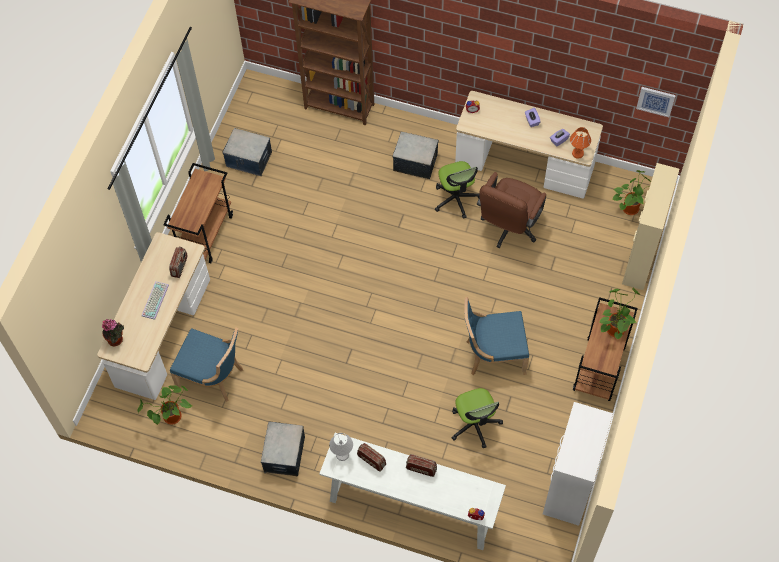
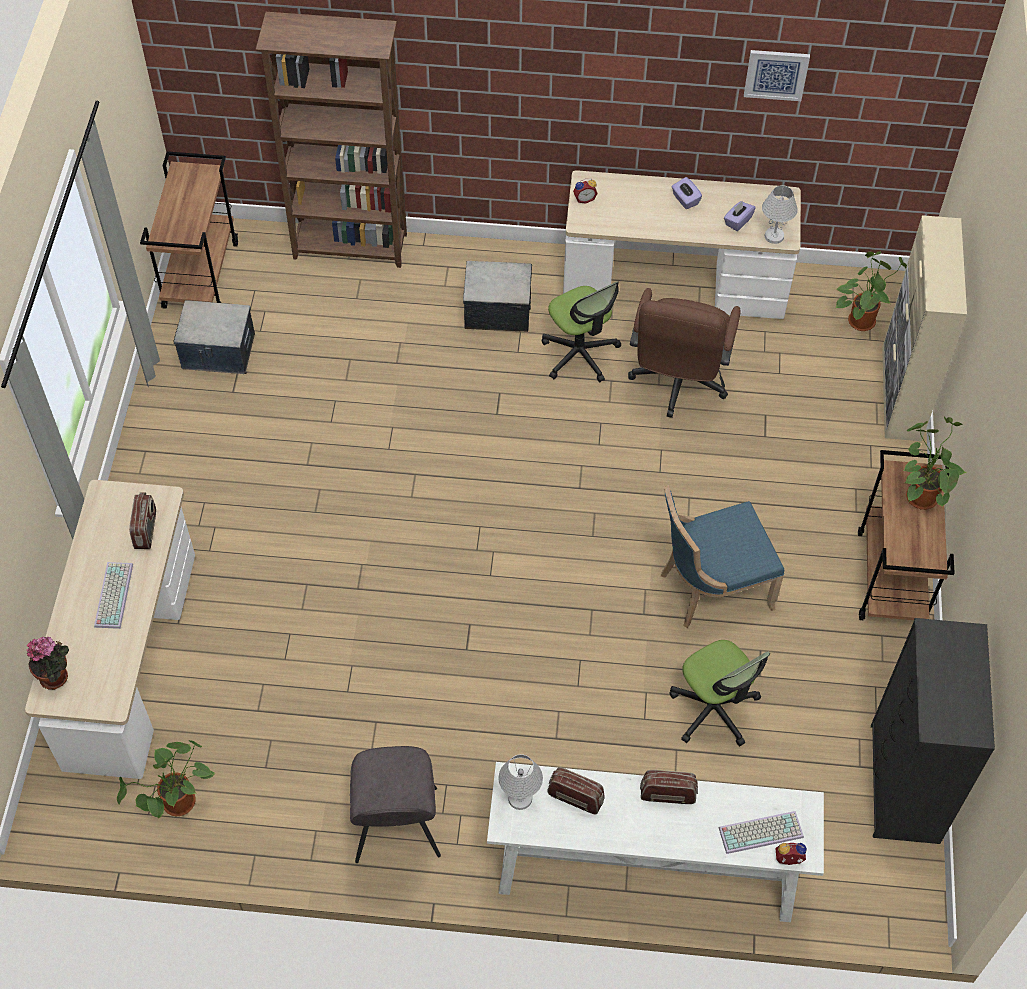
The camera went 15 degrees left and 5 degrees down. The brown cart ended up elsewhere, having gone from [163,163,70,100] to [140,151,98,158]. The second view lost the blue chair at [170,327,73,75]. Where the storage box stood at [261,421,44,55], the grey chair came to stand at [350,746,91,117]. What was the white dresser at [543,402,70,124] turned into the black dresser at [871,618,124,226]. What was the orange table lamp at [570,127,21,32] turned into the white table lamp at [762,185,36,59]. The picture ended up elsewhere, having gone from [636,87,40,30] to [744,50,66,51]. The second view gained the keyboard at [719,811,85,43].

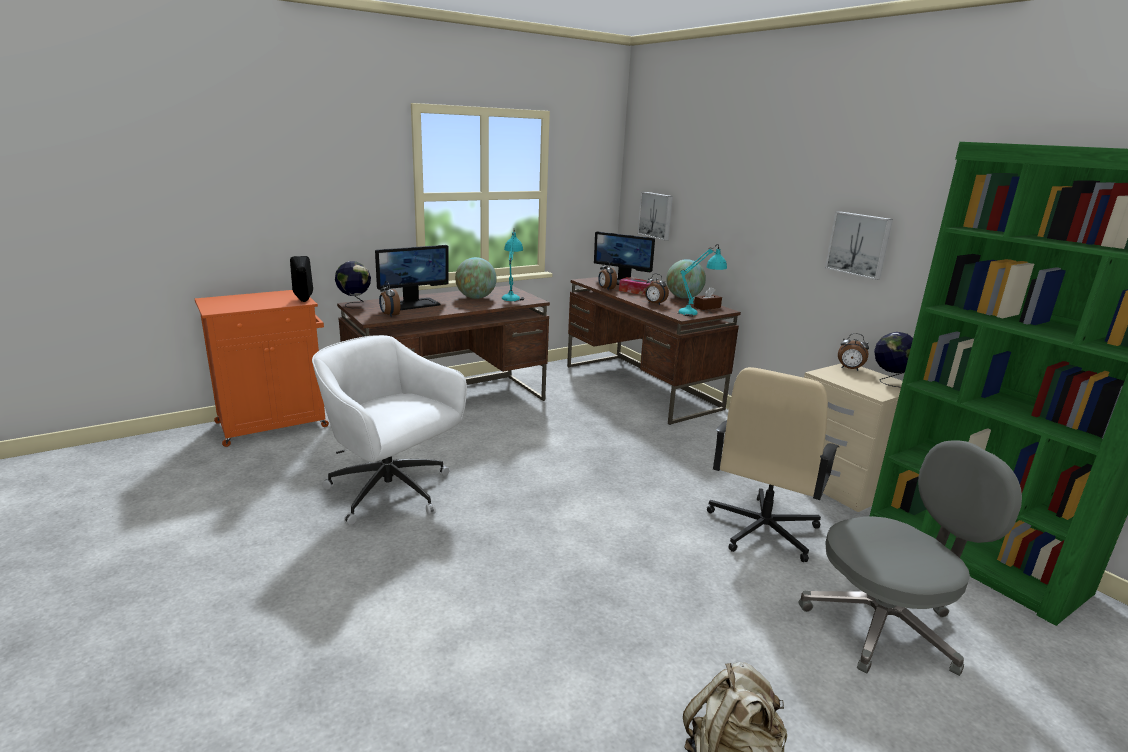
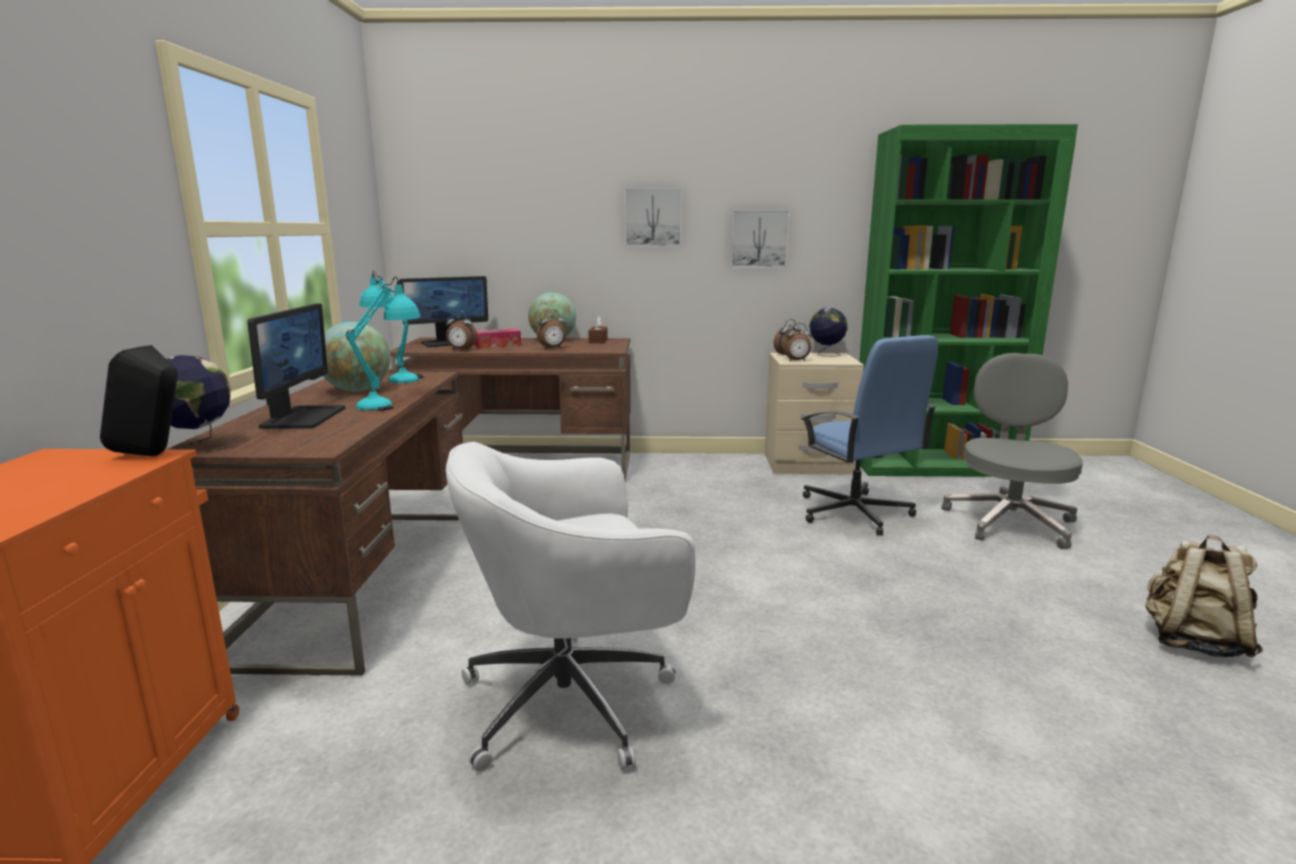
The camera went 55 degrees left and 5 degrees down. The alarm clock ended up elsewhere, having gone from [379,281,21,36] to [783,323,29,38]. The picture ended up elsewhere, having gone from [637,192,36,48] to [625,188,57,59]. The turquoise table lamp ended up elsewhere, having gone from [678,244,49,73] to [345,277,76,134]. What was the beige office chair at [707,367,132,195] turned into the blue office chair at [801,335,137,201].

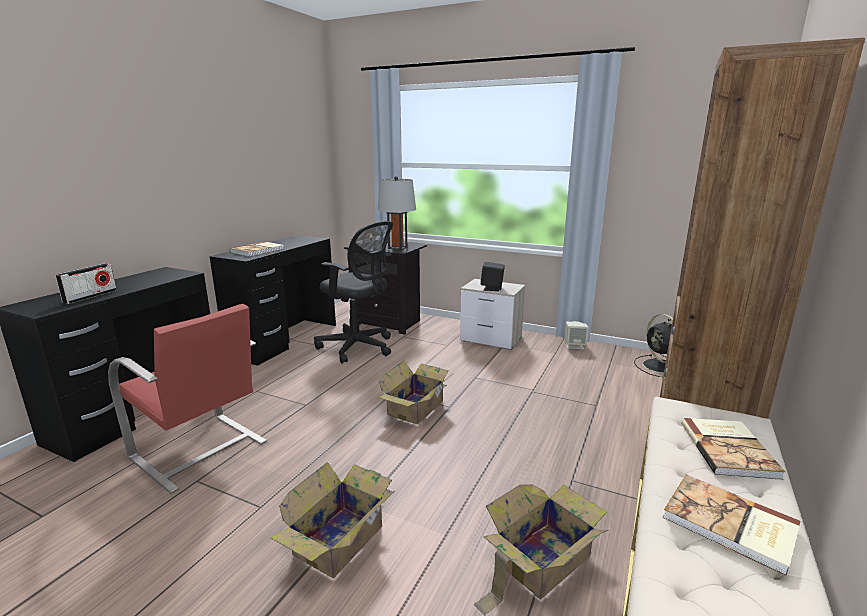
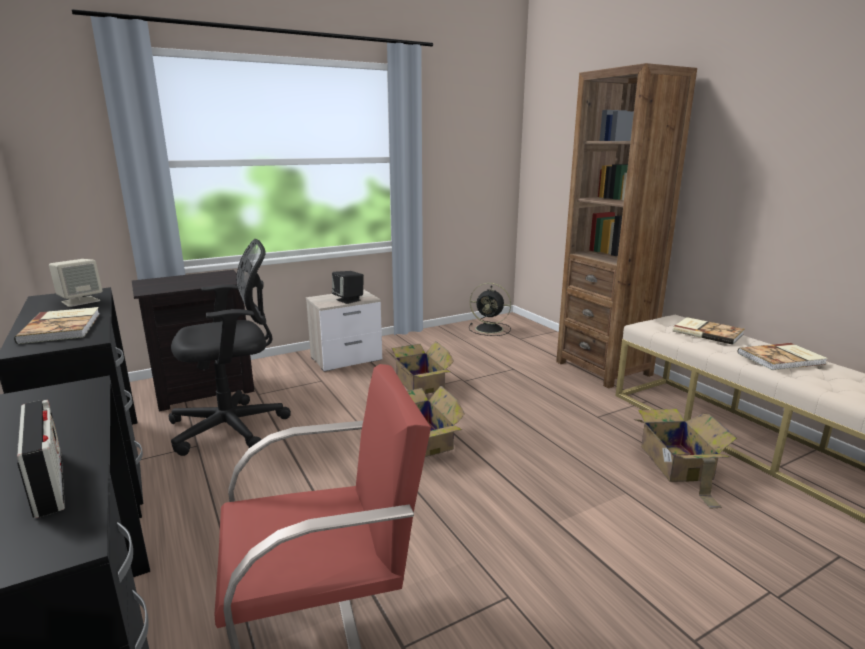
The camera went 55 degrees left and 0 degrees up. The cardboard box ended up elsewhere, having gone from [271,462,123,116] to [388,341,66,53]. The second view lost the grey table lamp at [378,176,38,74]. The beige speaker ended up elsewhere, having gone from [565,321,23,28] to [49,259,54,48].

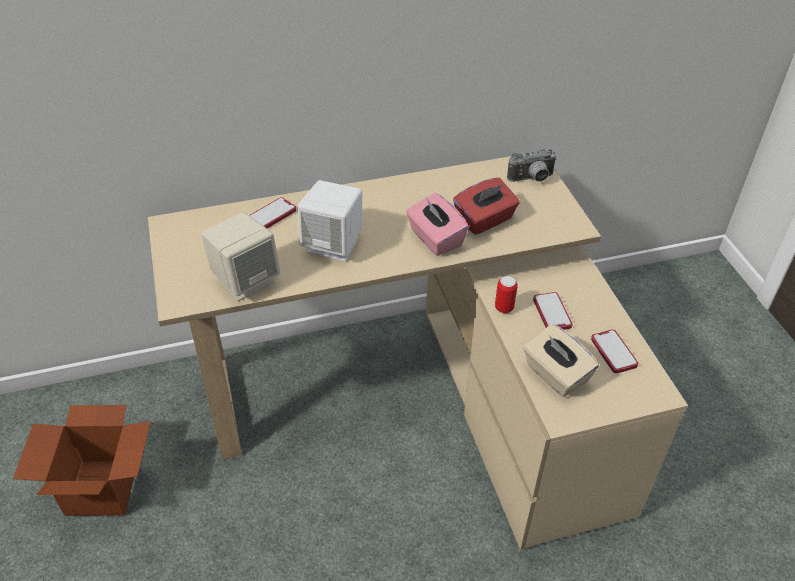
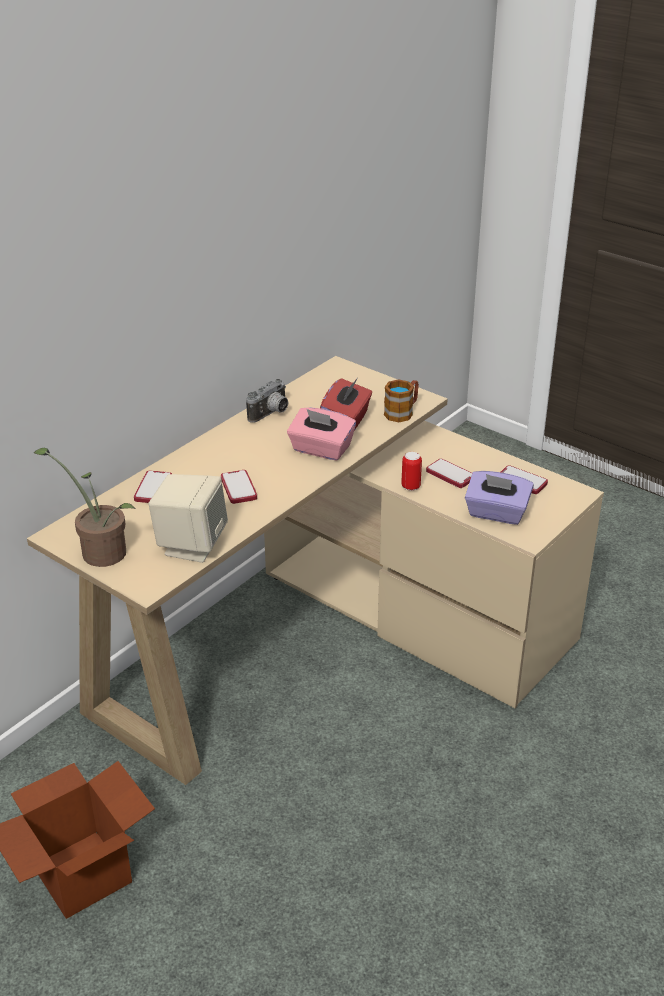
The camera went 35 degrees left and 10 degrees down. Where the white speaker stood at [297,180,65,82], the phone came to stand at [221,470,36,34]. The photo camera ended up elsewhere, having gone from [507,149,50,33] to [246,379,42,44]. What was the beige tissue box at [523,324,76,73] turned into the purple tissue box at [465,471,69,54]. The second view gained the potted plant at [34,448,102,119]. The second view gained the mug at [384,379,35,43].

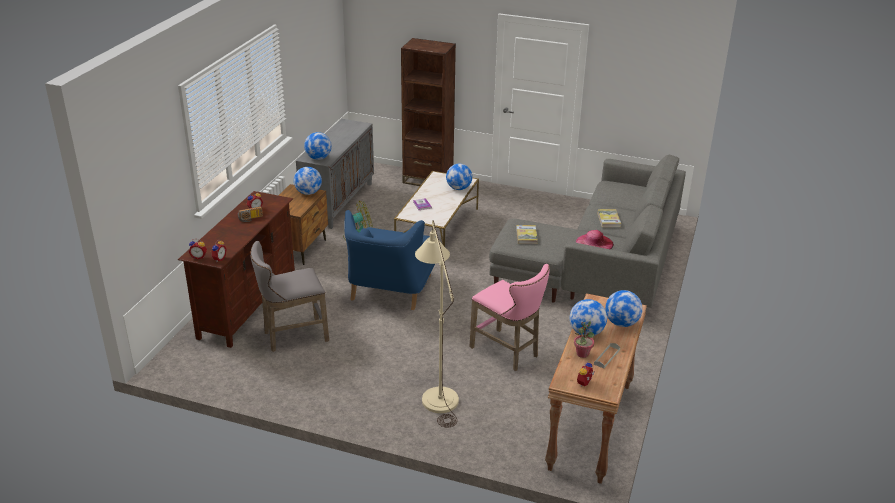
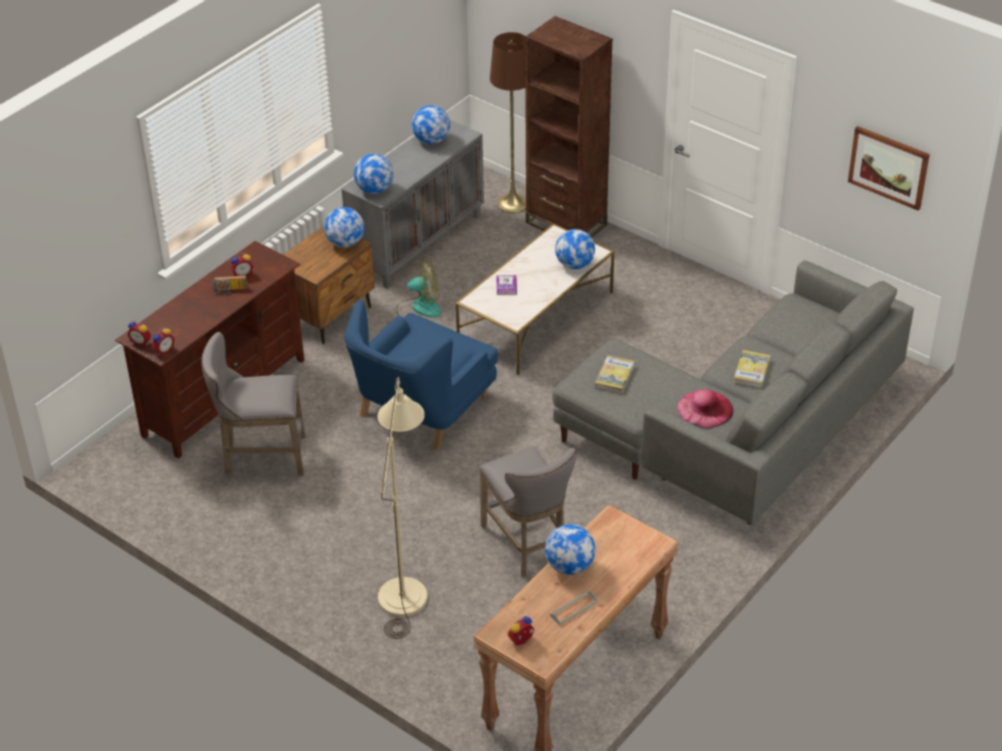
The camera went 20 degrees right and 10 degrees up. What was the pink stool at [470,264,80,107] turned into the grey stool at [479,447,98,130]. The second view lost the potted plant at [574,321,20,37]. The globe ended up elsewhere, having gone from [605,290,38,37] to [412,105,38,39]. The second view gained the brown floor lamp at [490,32,36,182]. The second view gained the picture at [848,126,82,84].

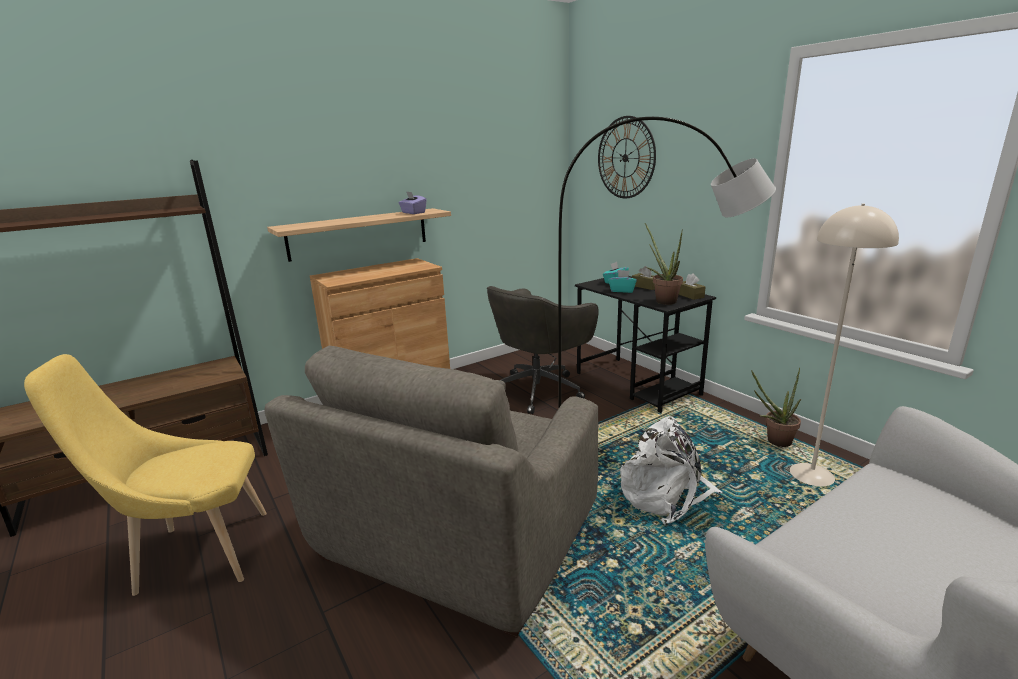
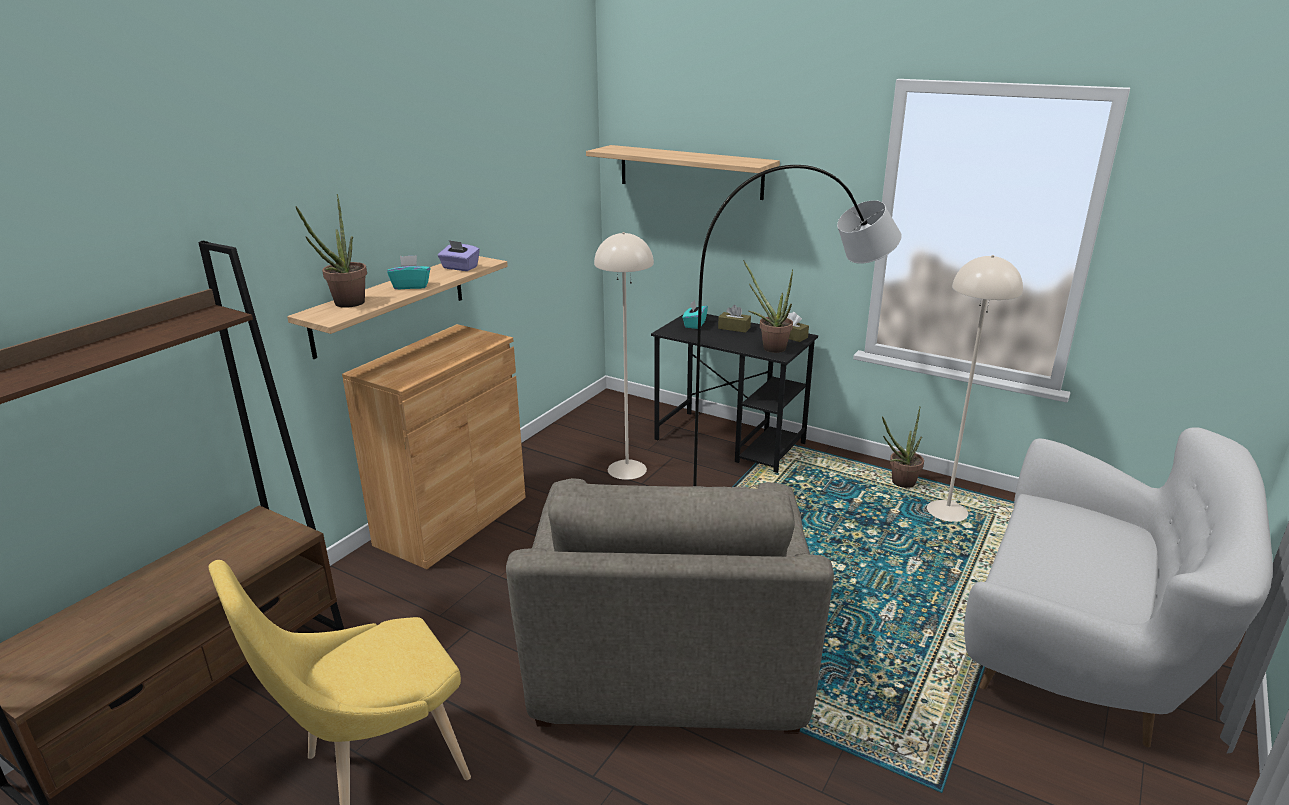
The camera went 25 degrees left and 5 degrees up. Where the grey office chair stood at [487,286,112,128], the beige floor lamp came to stand at [594,232,60,248]. Where the wall clock hung at [598,116,58,82], the shelf came to hang at [586,145,194,55]. The turquoise tissue box ended up elsewhere, having gone from [609,270,28,23] to [387,255,44,34]. The second view lost the white backpack at [620,416,102,108]. The second view gained the potted plant at [296,194,71,114].

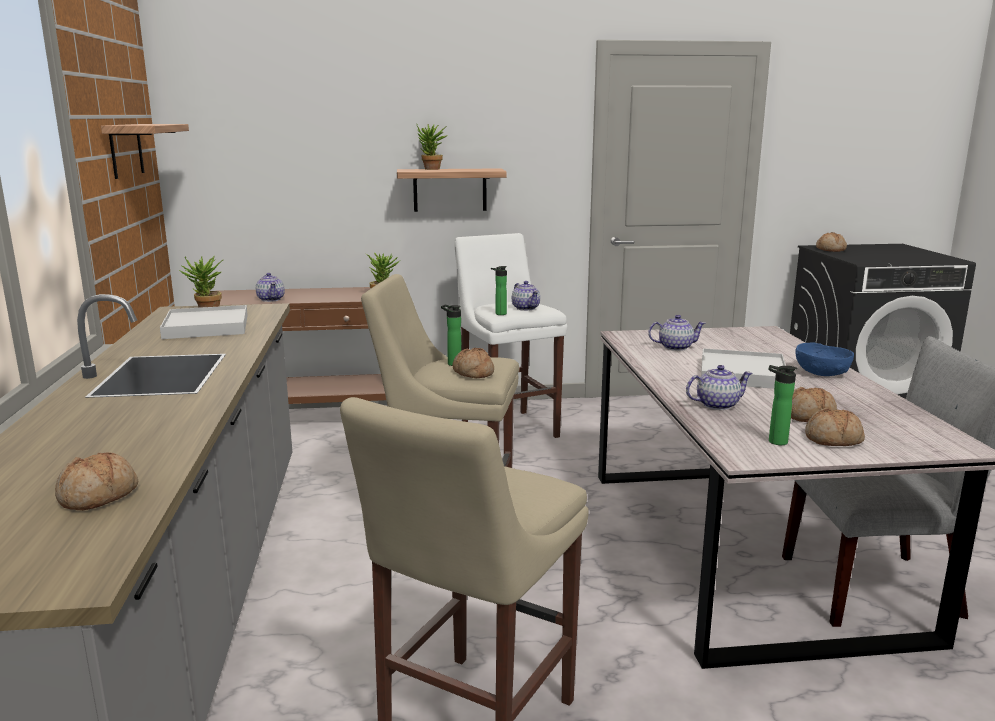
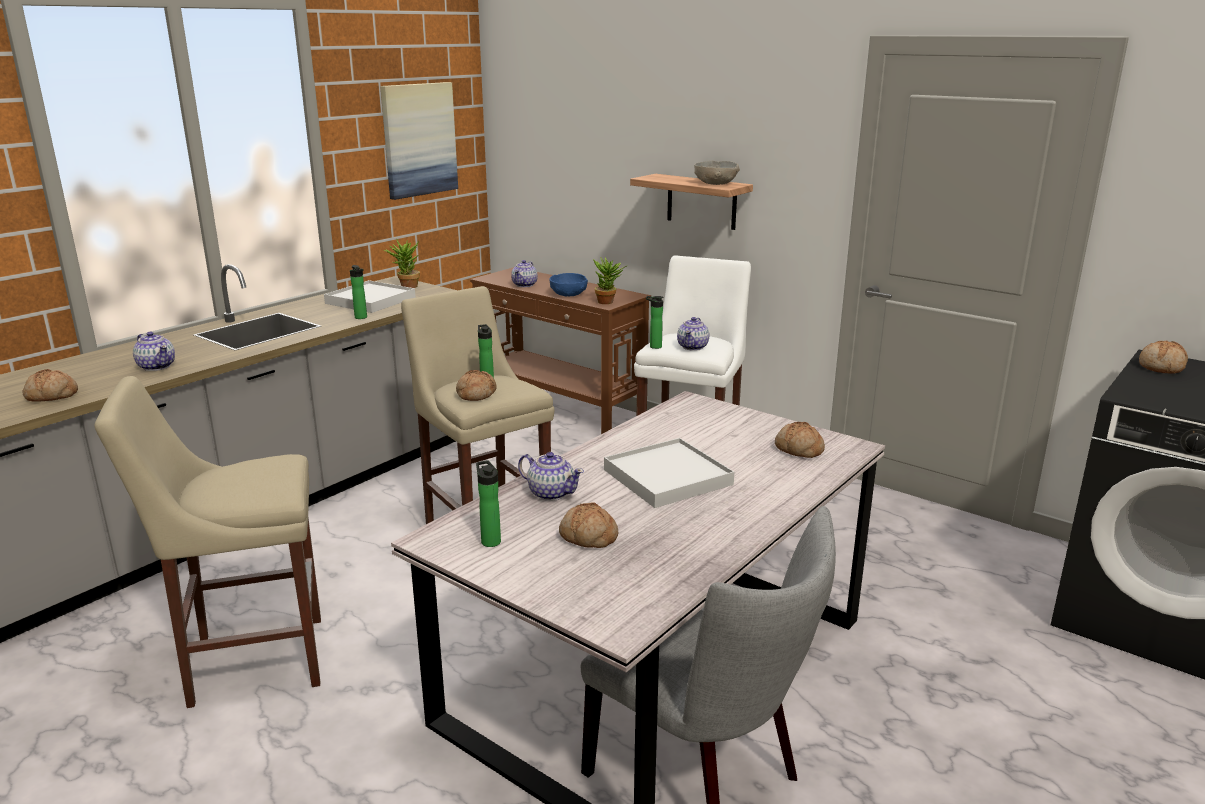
The camera went 45 degrees right and 5 degrees up. Where the shelf hung at [101,124,88,55], the picture came to hang at [380,82,78,118]. The second view lost the potted plant at [416,123,32,47]. The teapot ended up elsewhere, having gone from [648,315,57,36] to [133,332,42,39]. The blue bowl ended up elsewhere, having gone from [795,342,59,34] to [550,273,38,23]. The bread ended up elsewhere, having gone from [805,407,60,39] to [775,422,50,36]. The second view gained the bottle at [350,265,17,54]. The second view gained the grey bowl at [694,161,46,24].

